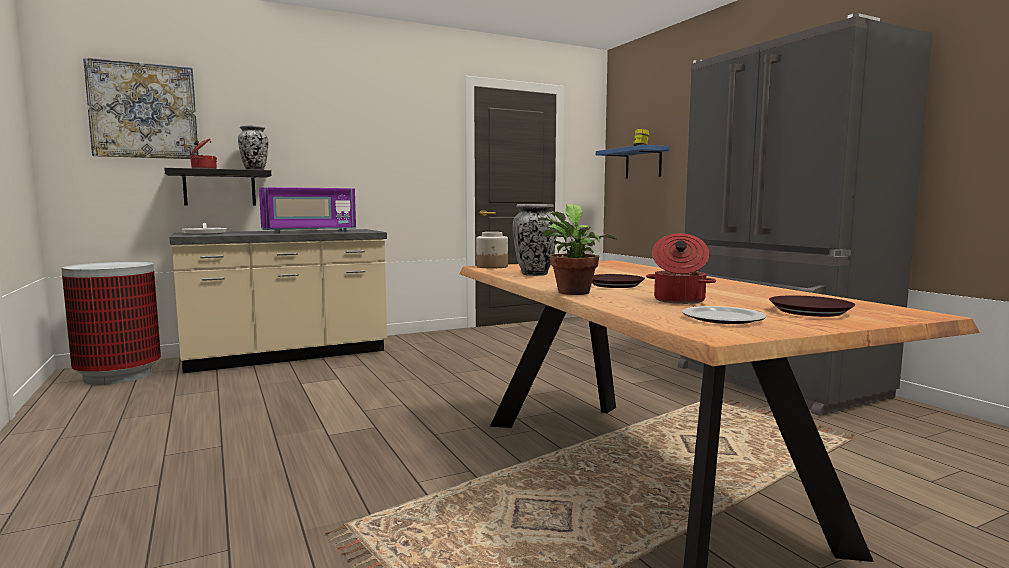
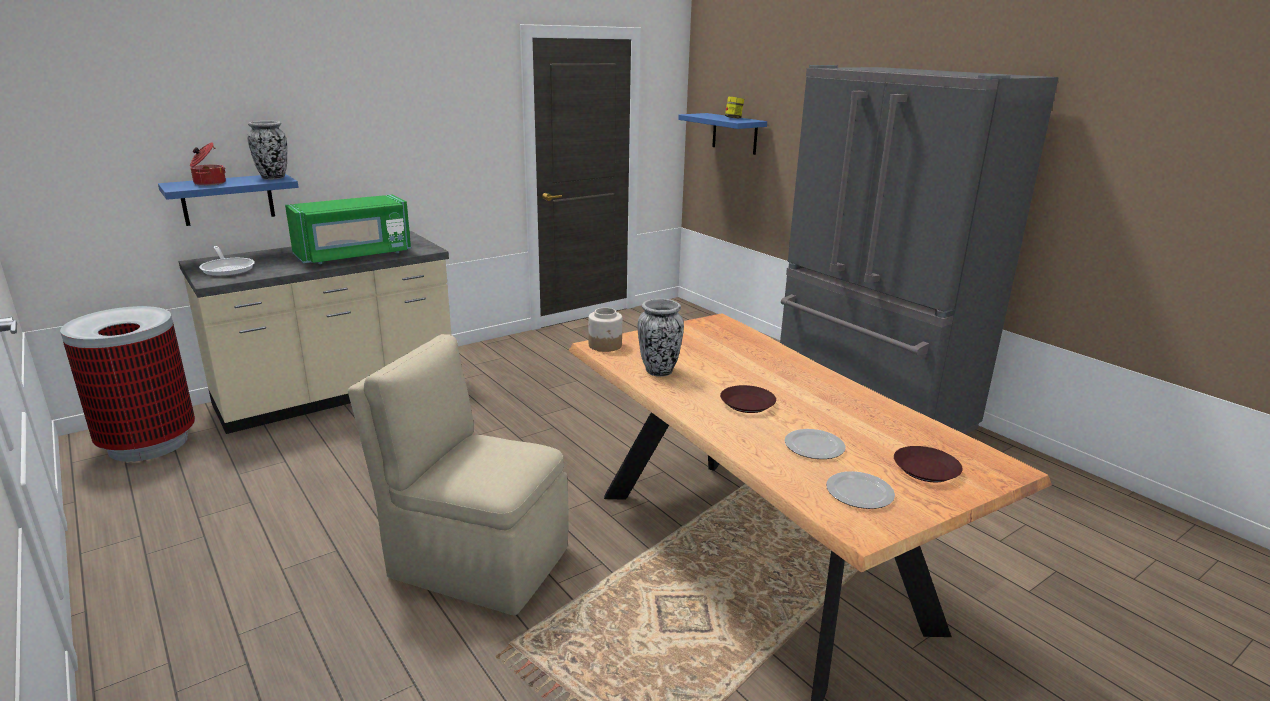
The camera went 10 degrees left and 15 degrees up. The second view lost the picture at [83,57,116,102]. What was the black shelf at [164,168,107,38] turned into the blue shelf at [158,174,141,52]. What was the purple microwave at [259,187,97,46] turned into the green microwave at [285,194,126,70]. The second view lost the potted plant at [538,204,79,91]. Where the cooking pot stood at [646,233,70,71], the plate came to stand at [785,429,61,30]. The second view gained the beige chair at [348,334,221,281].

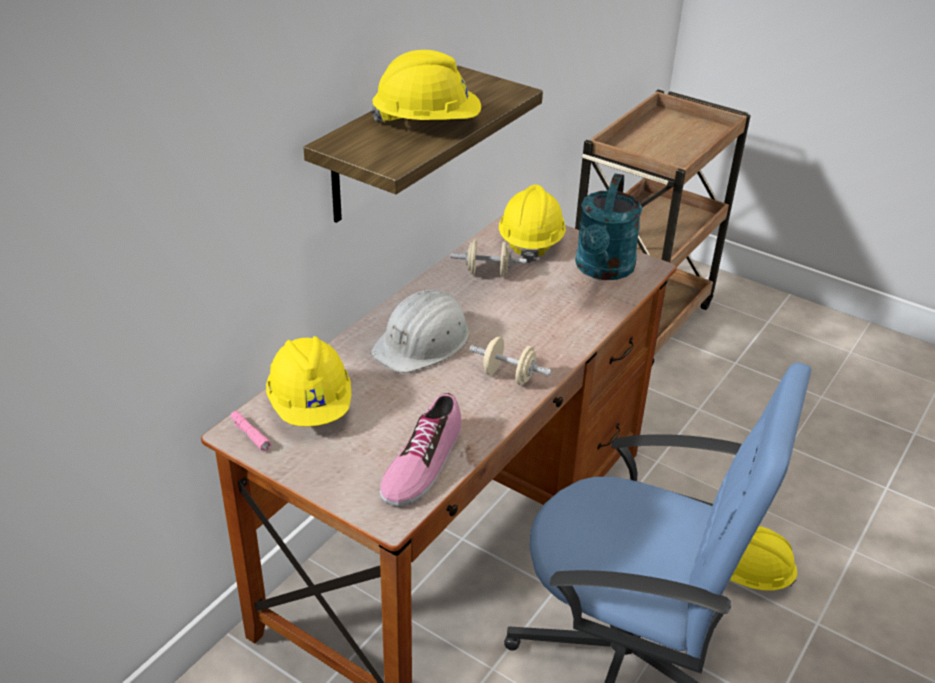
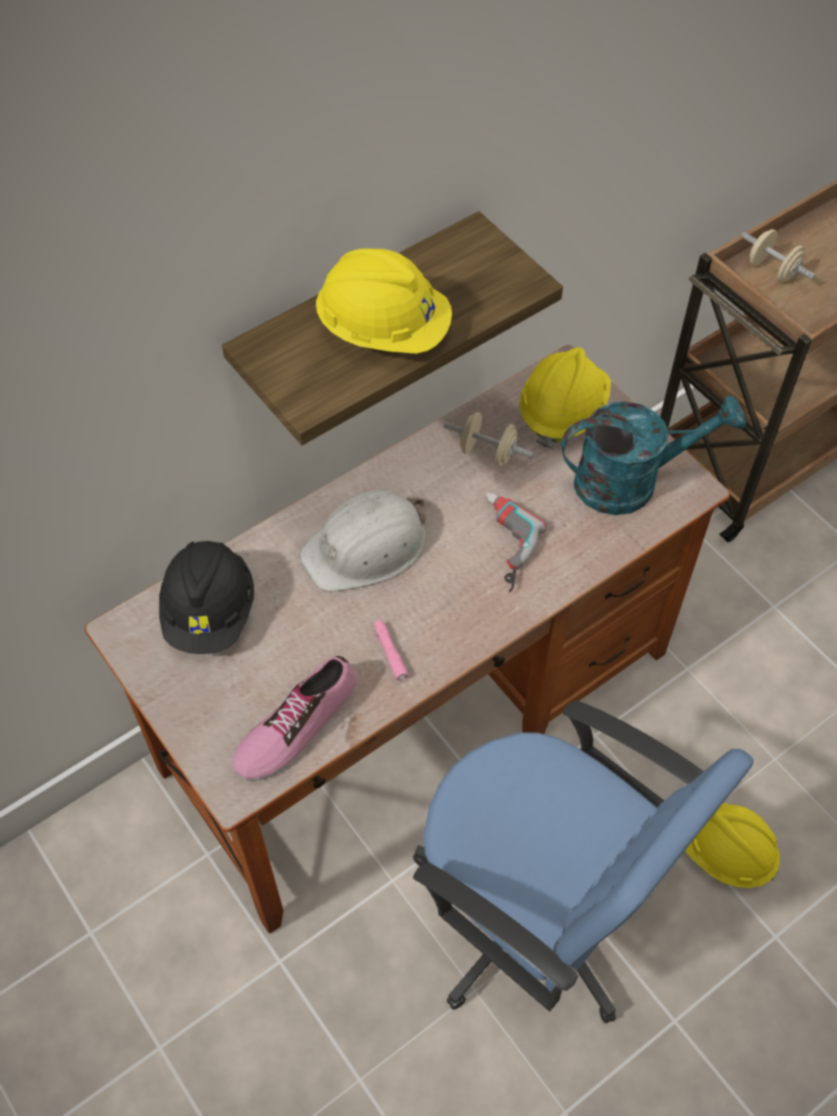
The camera went 20 degrees right and 20 degrees up. The pink flashlight ended up elsewhere, having gone from [231,411,40,40] to [374,620,35,61]. What was the yellow hard hat at [266,336,85,91] turned into the black hard hat at [159,541,95,113]. The beige dumbbell ended up elsewhere, having gone from [469,337,83,48] to [741,229,74,53]. The turquoise watering can at [575,173,67,107] ended up facing another way, 135 degrees counterclockwise from before. The second view gained the power drill at [485,492,61,101].

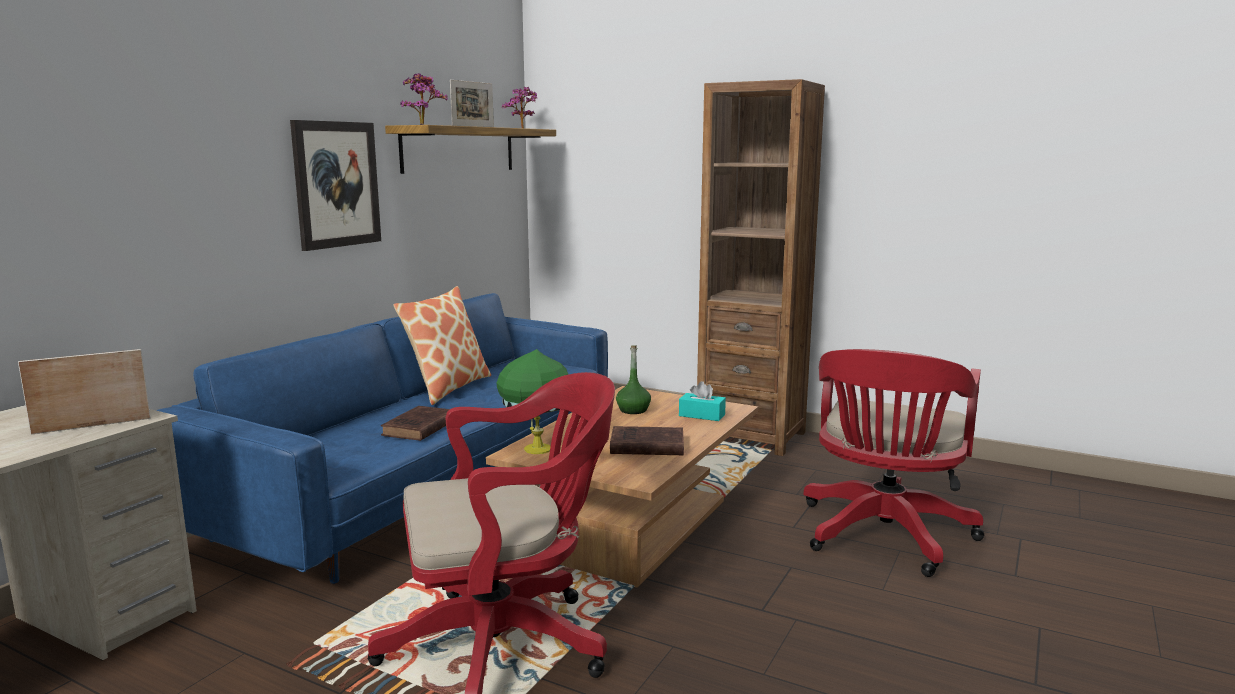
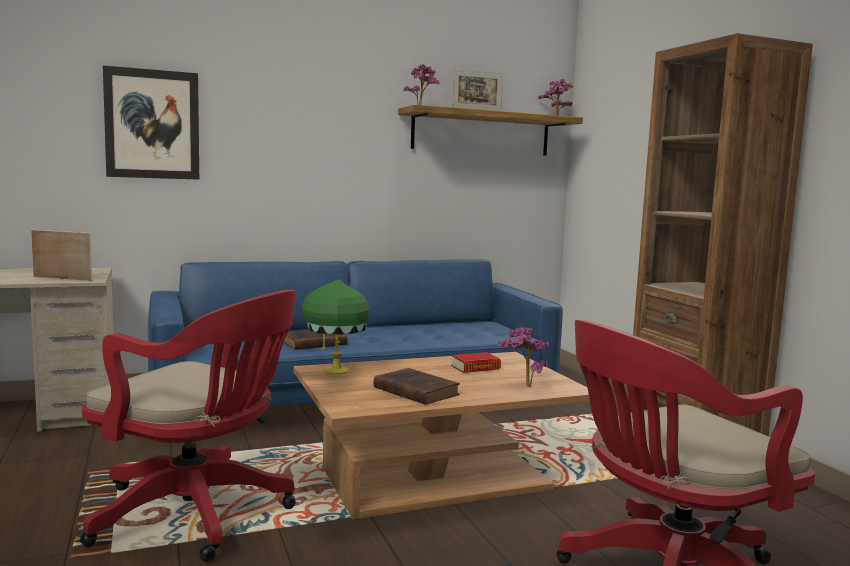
The camera went 40 degrees right and 5 degrees down. The picture ended up elsewhere, having gone from [290,120,91,131] to [103,65,96,115]. The second view lost the pillow at [394,286,97,119]. Where the green bottle stood at [616,345,35,69], the book came to stand at [451,352,50,21]. Where the turquoise tissue box stood at [679,381,47,40], the potted plant came to stand at [499,327,51,60].

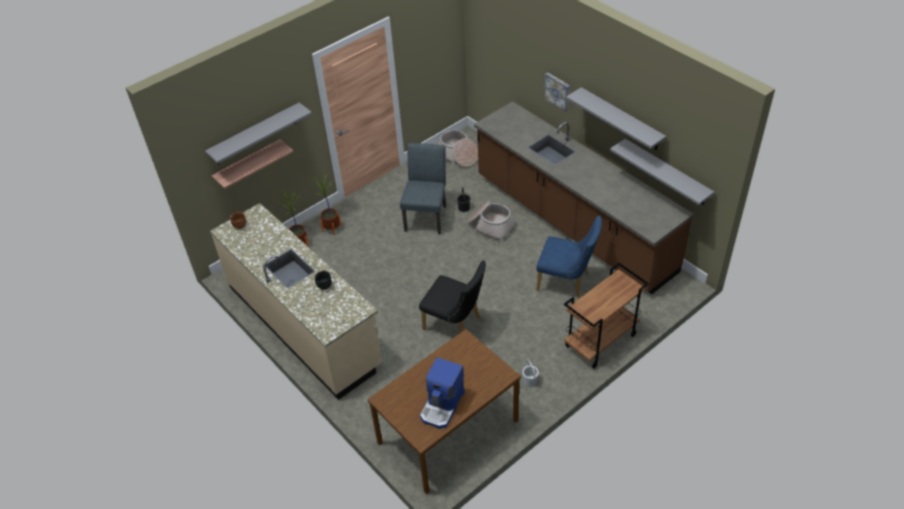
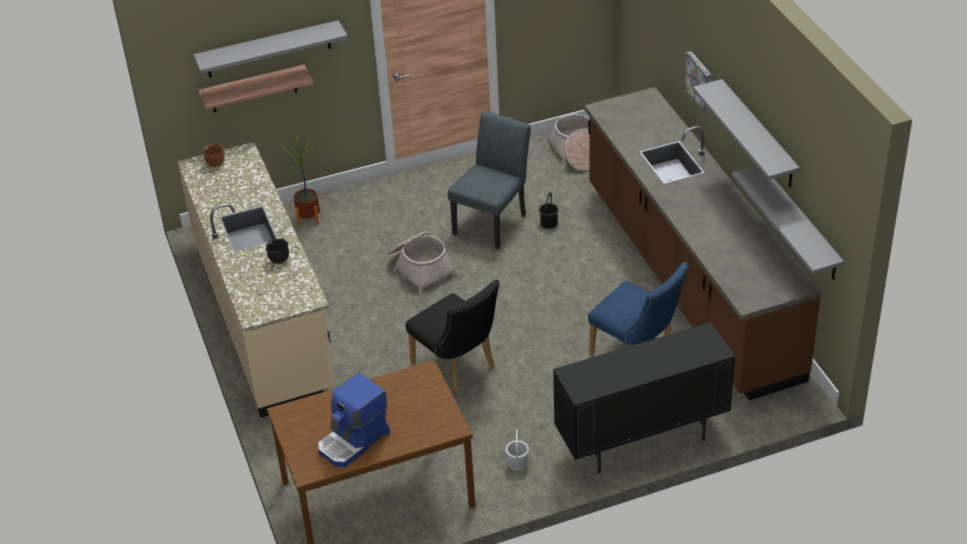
The camera went 20 degrees right and 5 degrees down. The second view lost the potted plant at [313,170,28,65]. The basket ended up elsewhere, having gone from [467,201,50,43] to [388,231,70,63]. Where the brown cart stood at [564,263,85,105], the black cabinet came to stand at [553,322,183,152].

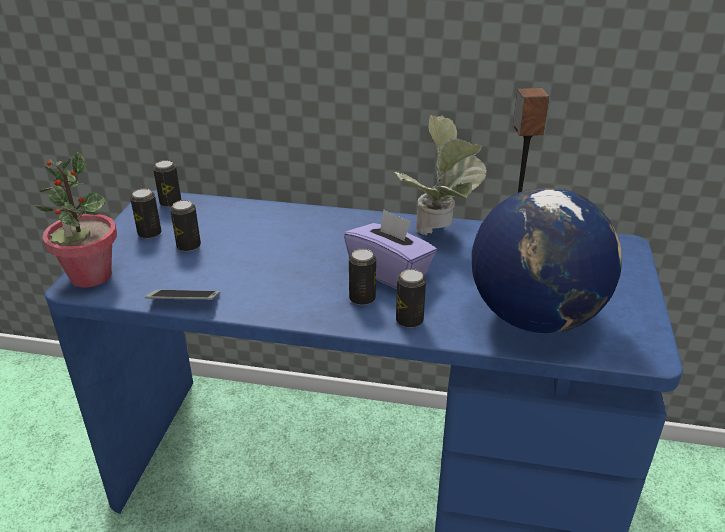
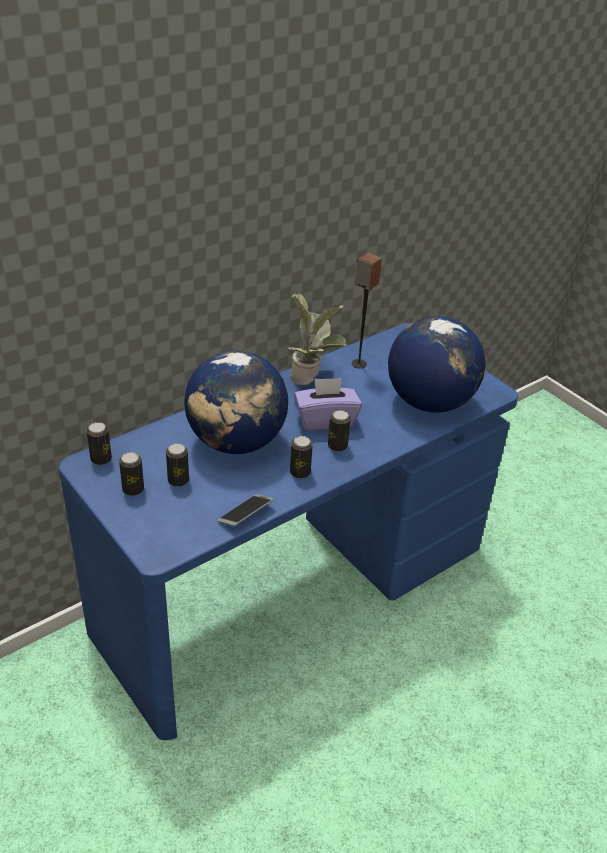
The camera went 50 degrees left and 5 degrees up. The second view lost the potted plant at [35,152,82,135]. The can ended up elsewhere, having gone from [396,269,30,59] to [290,436,23,43]. The second view gained the globe at [184,350,104,104].

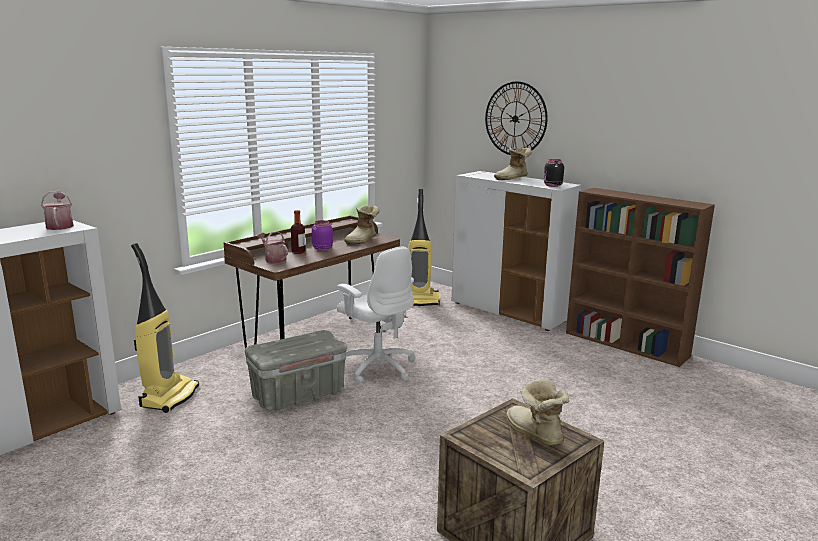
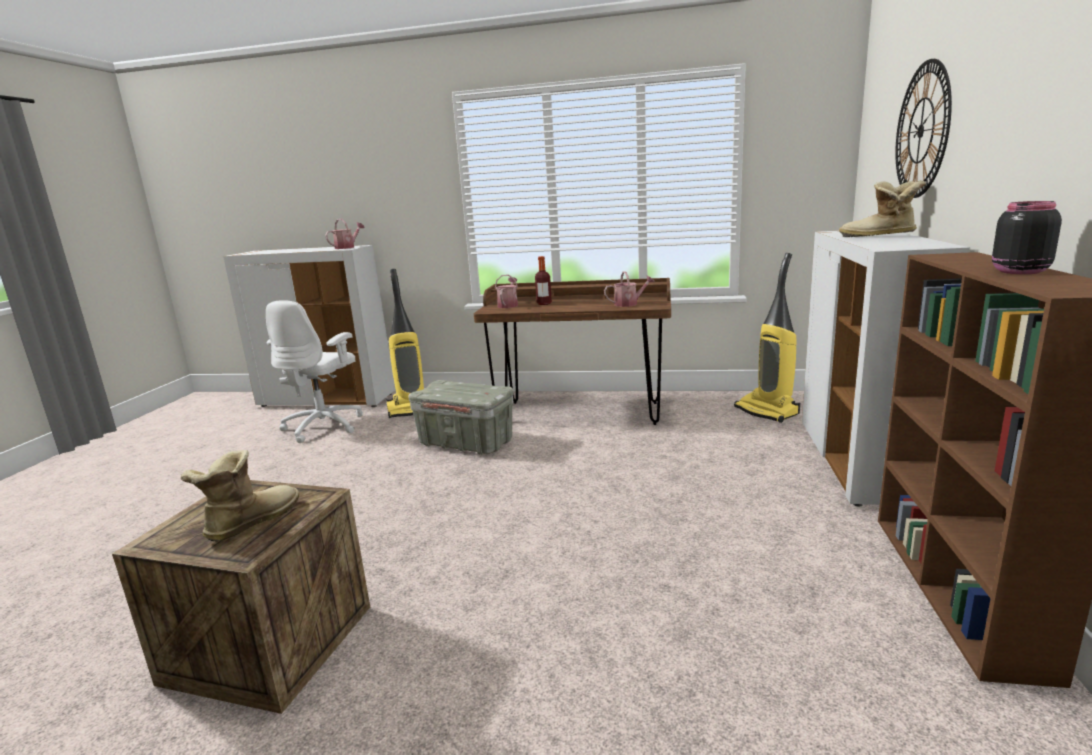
The camera went 60 degrees right and 0 degrees up. The second view lost the purple jar at [312,220,21,31]. The white office chair ended up elsewhere, having gone from [337,247,78,137] to [266,300,97,143]. Where the boot stood at [344,205,35,40], the watering can came to stand at [604,271,51,36]. The black jar ended up elsewhere, having gone from [544,159,20,28] to [992,201,70,73].

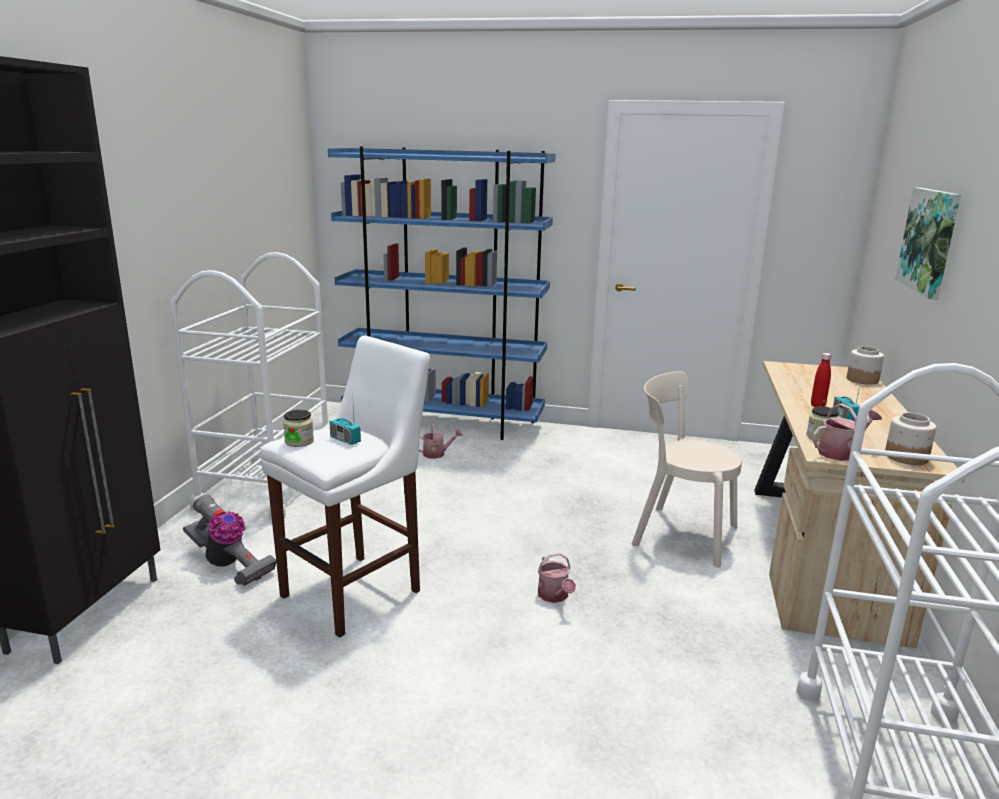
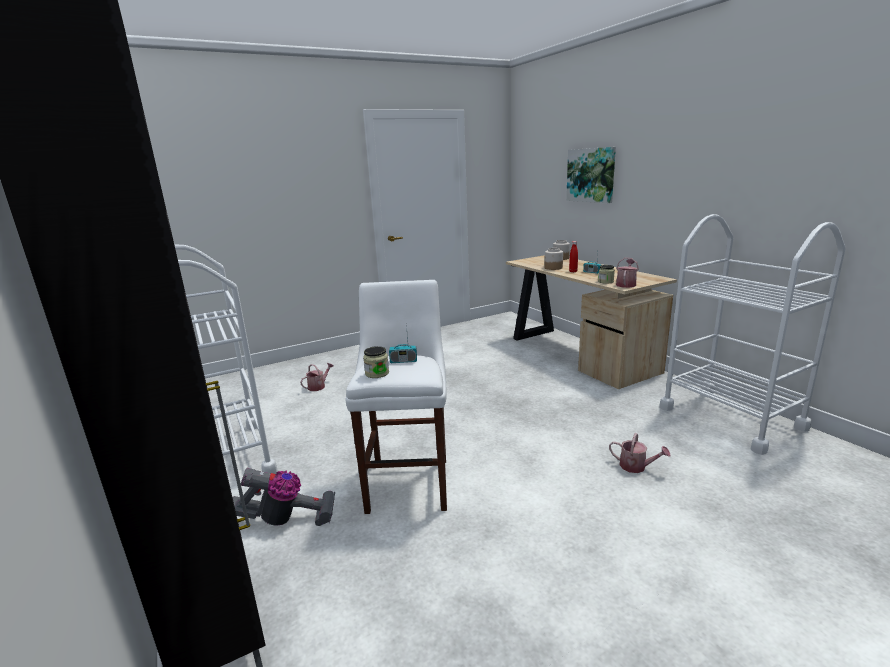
The camera went 40 degrees left and 0 degrees up. The second view lost the blue bookcase at [328,146,228,294]. The watering can ended up elsewhere, having gone from [538,553,38,50] to [609,433,62,40]. The second view lost the beige chair at [631,371,111,197]. The jar ended up elsewhere, having gone from [885,413,52,52] to [545,248,18,22].

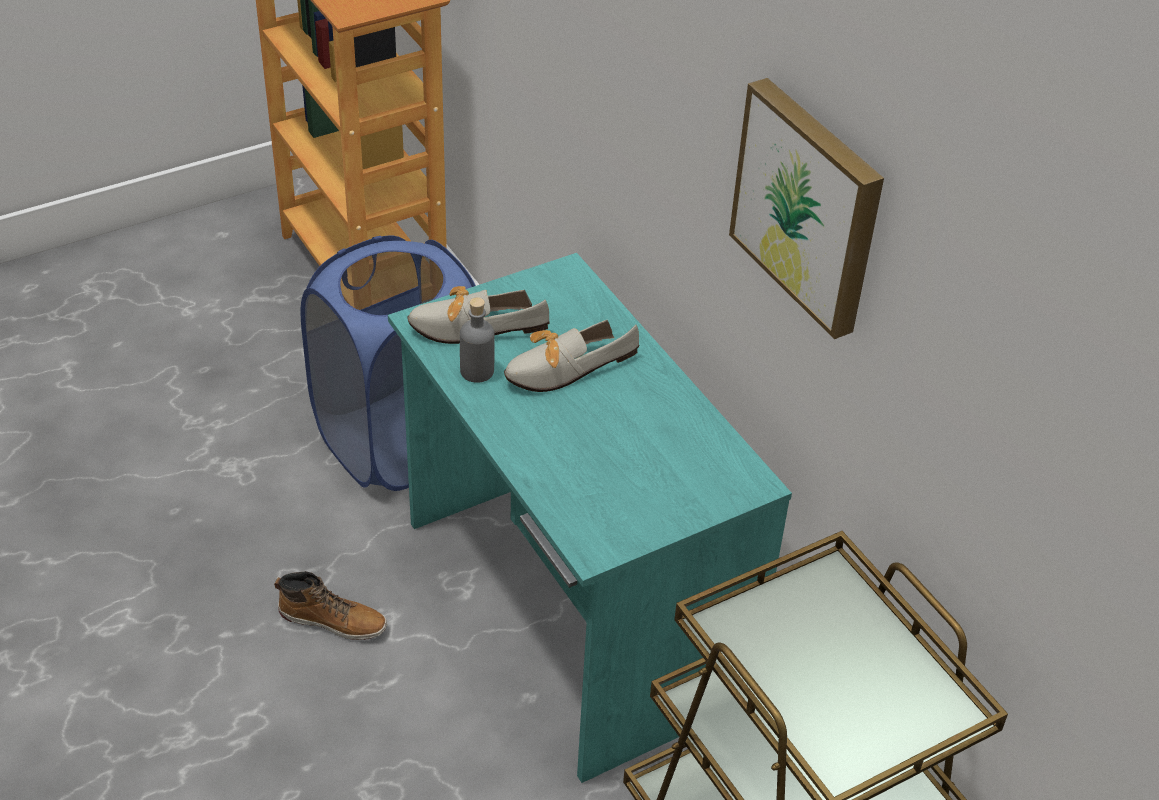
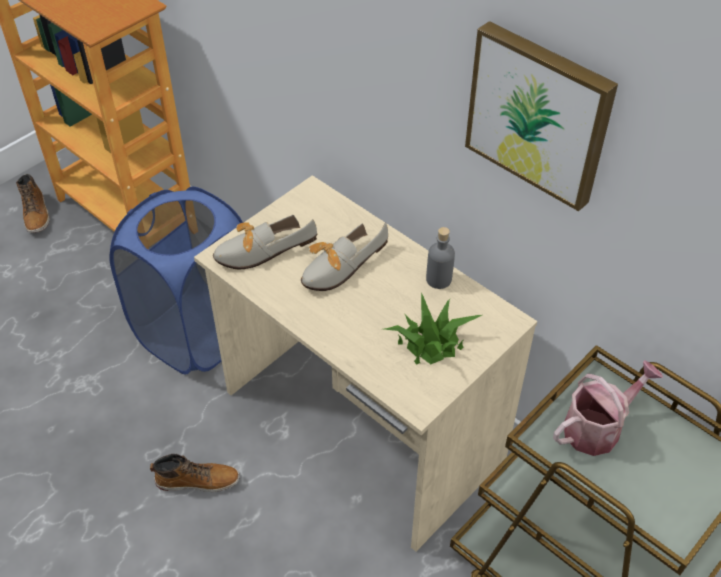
The camera went 15 degrees left and 5 degrees up. What was the turquoise desk at [388,253,404,530] turned into the beige desk at [194,175,343,376]. The grey bottle ended up elsewhere, having gone from [460,297,35,86] to [426,227,29,62]. The second view gained the boot at [16,174,34,59]. The second view gained the potted plant at [384,293,98,72]. The second view gained the watering can at [553,360,110,96].

